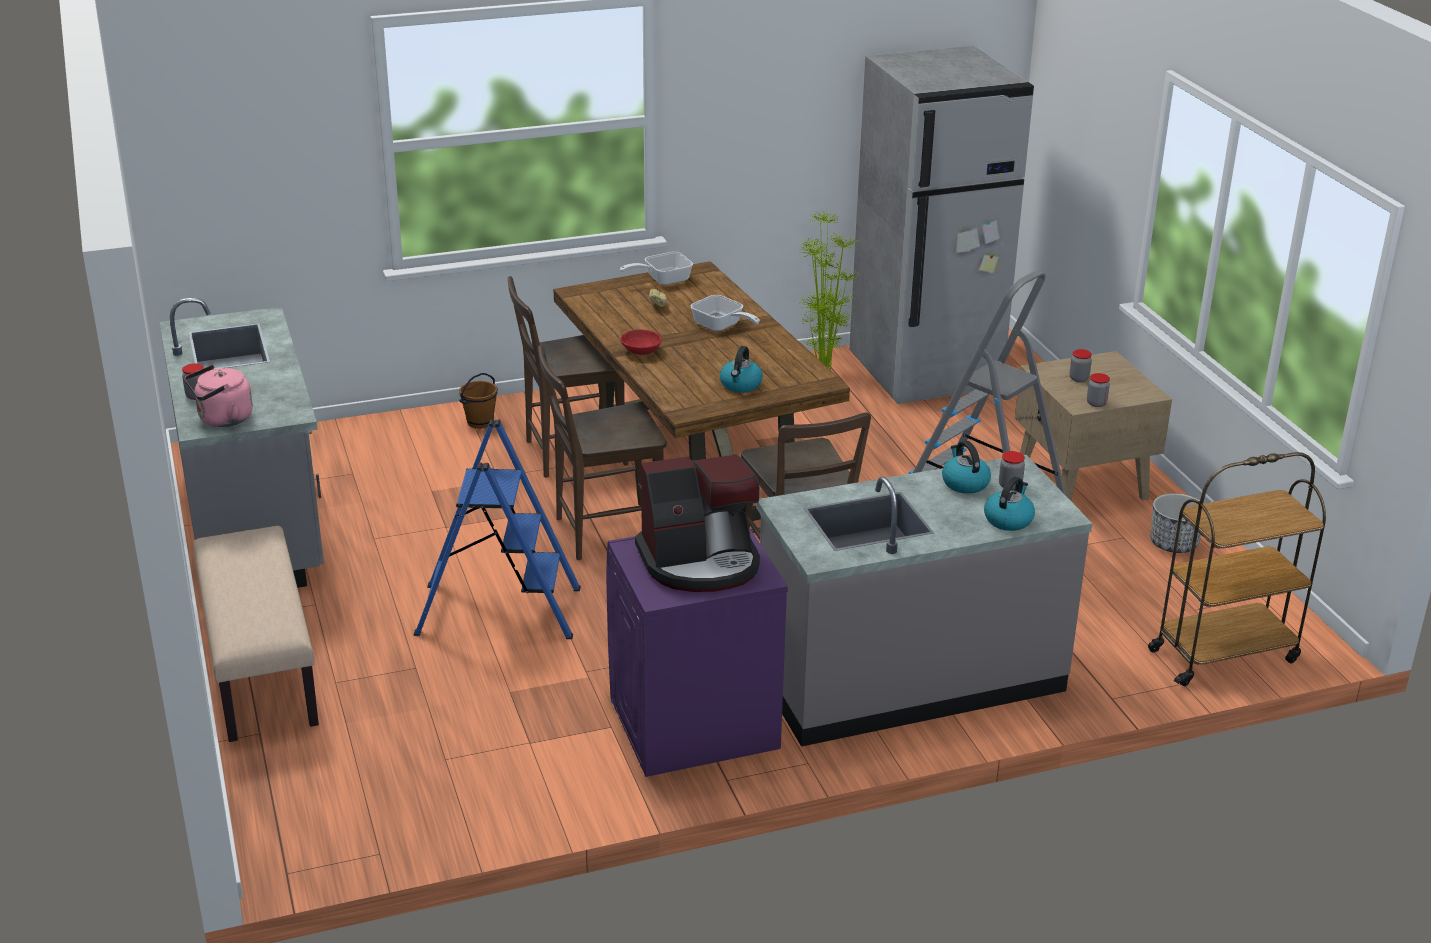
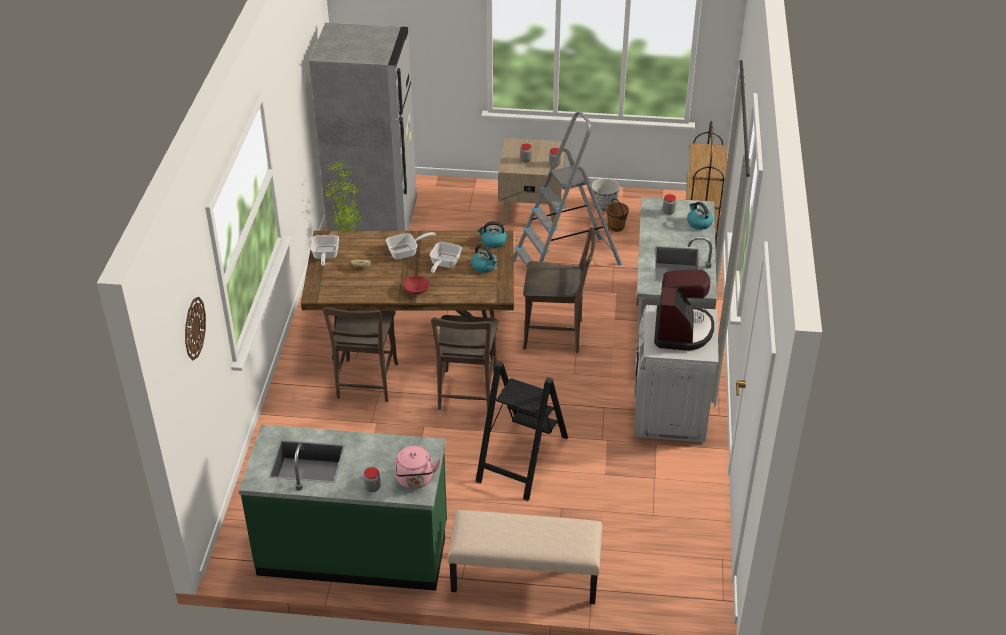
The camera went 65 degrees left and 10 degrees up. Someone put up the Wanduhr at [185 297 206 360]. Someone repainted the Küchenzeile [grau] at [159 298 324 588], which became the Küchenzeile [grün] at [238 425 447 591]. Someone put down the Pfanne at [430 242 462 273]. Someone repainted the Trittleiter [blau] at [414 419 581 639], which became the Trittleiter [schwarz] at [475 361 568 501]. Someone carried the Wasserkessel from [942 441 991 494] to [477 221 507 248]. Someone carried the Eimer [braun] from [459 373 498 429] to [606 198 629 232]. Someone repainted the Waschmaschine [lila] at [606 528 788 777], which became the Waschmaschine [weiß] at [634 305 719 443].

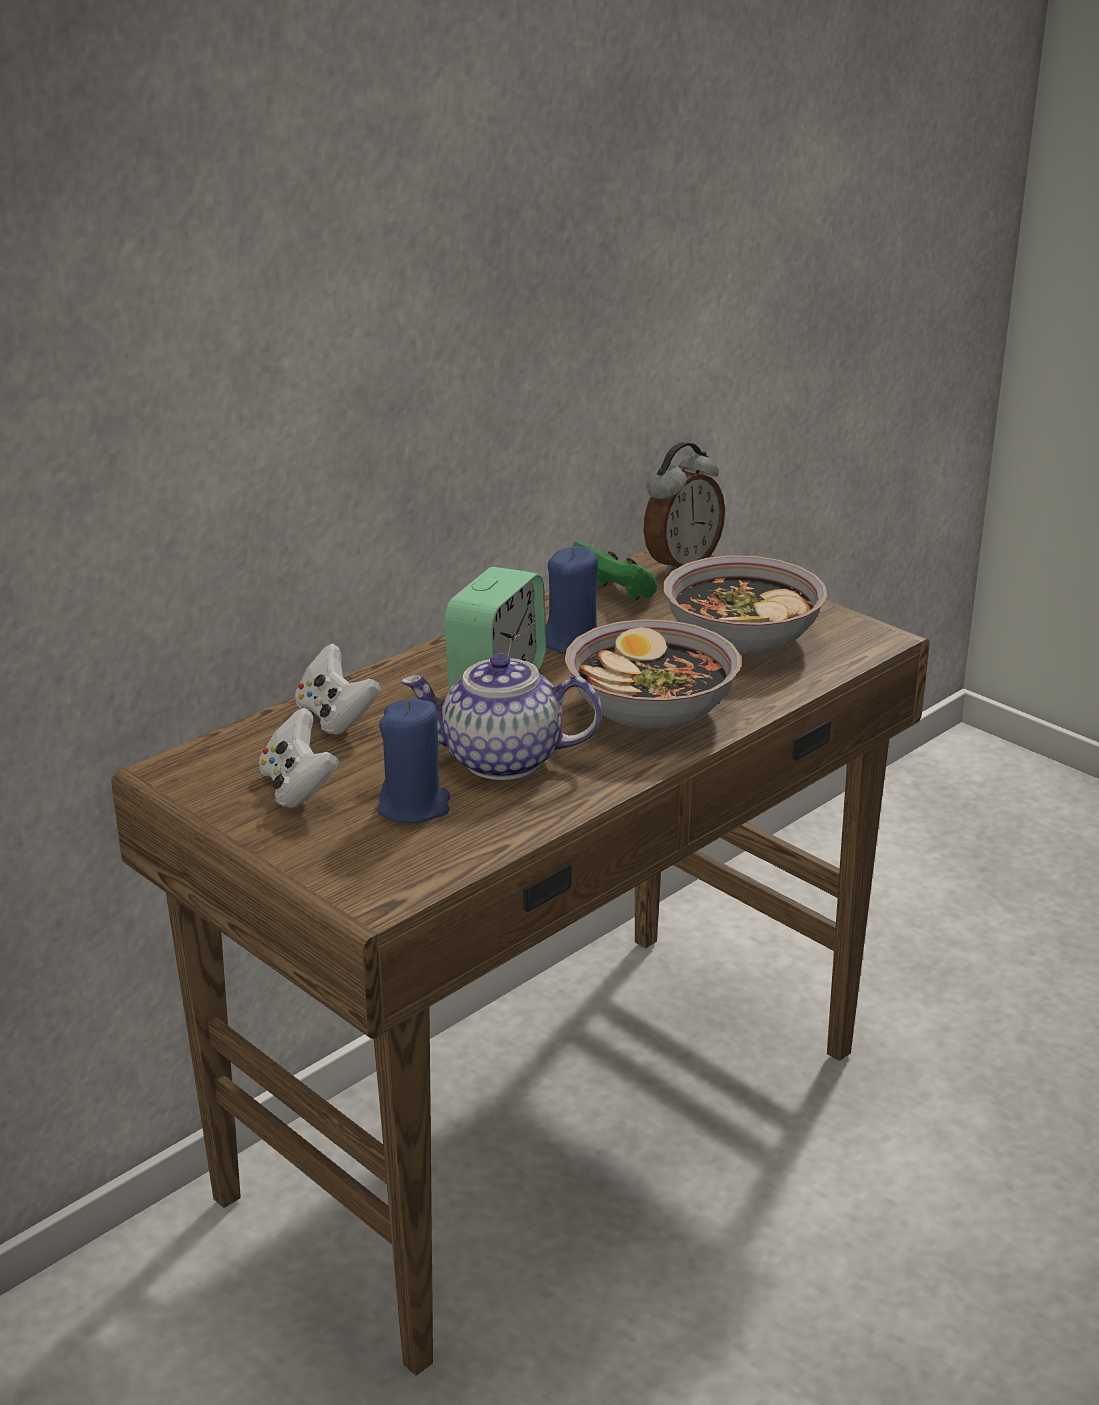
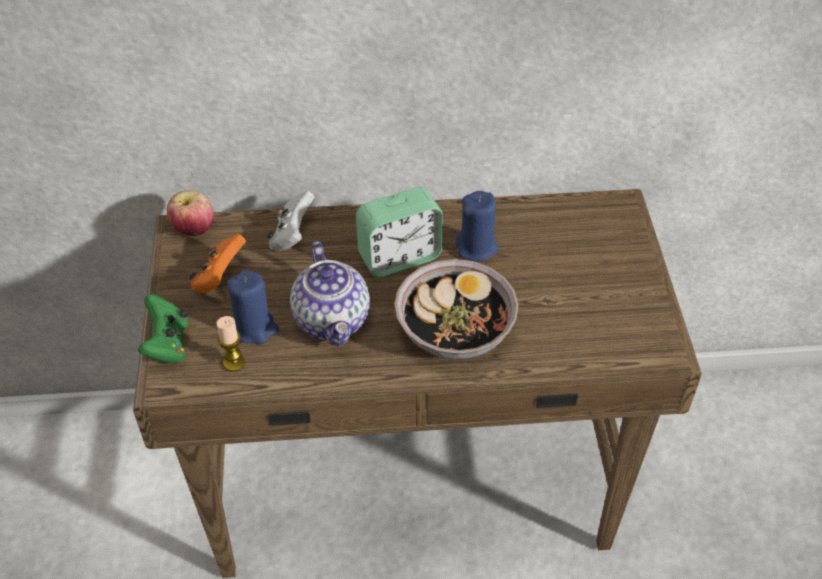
The camera went 40 degrees right and 20 degrees up. Someone carried the Gamepad [grün] from [572 541 658 600] to [138 294 188 363]. Someone put down the Apfel at [167 190 214 236]. Someone repainted the Gamepad [weiß] at [259 708 339 808], which became the Gamepad [orange] at [189 234 246 293]. Someone put down the Kerze at [216 316 245 372]. Someone rotated the Teekanne at [401 653 602 780] by 150 degrees counterclockwise. Someone took away the Wecker at [643 442 725 575]. Someone took away the Schüssel at [664 555 827 654].

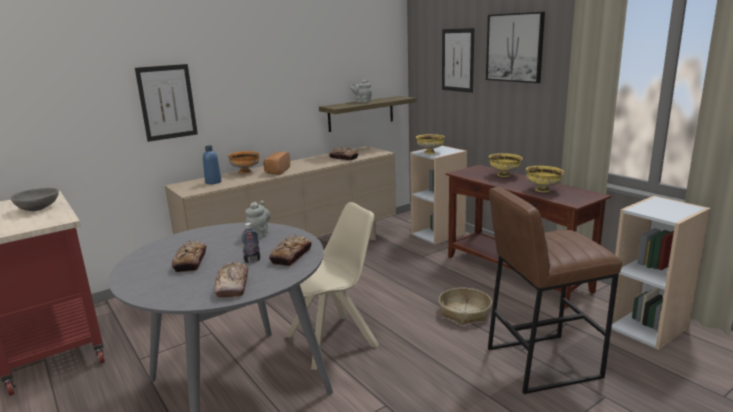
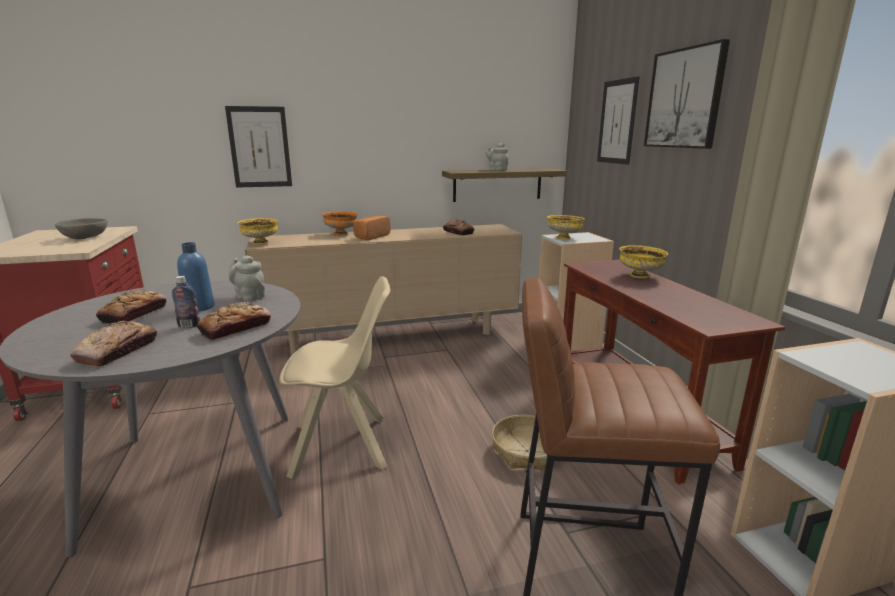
The camera went 20 degrees right and 0 degrees up. Someone carried the Flasche [blau] from [203 146 221 184] to [177 242 214 312]. Someone rotated the Teekanne [grau] at [246 201 271 238] by 75 degrees counterclockwise. Someone carried the Schüssel [gelb] from [526 166 564 192] to [238 218 278 245].

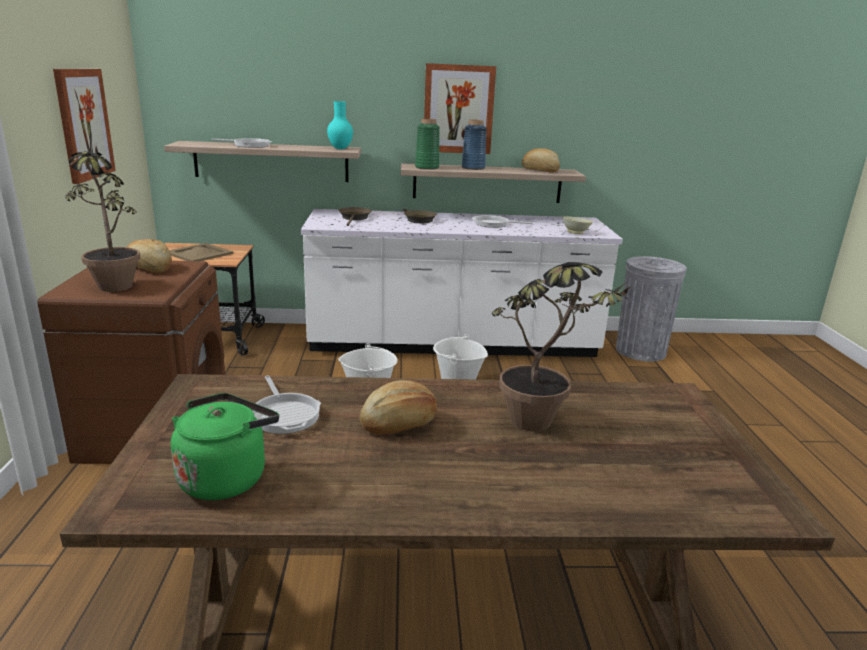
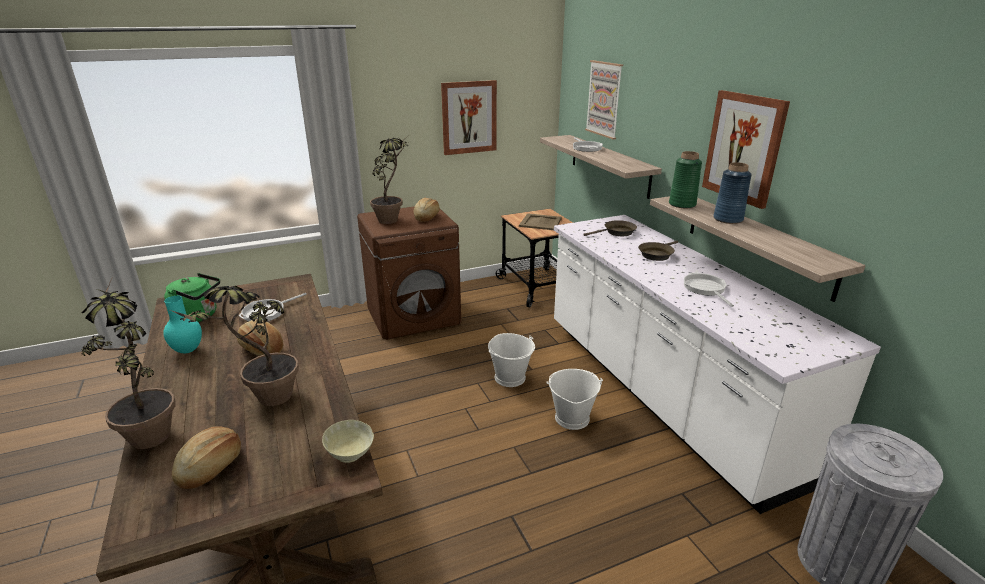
The camera went 70 degrees right and 5 degrees up. Someone put down the Topfpflanze at [82 279 176 449]. Someone carried the Vase [türkis] from [327 101 353 149] to [163 296 202 353]. Someone carried the Brot from [522 148 560 173] to [172 426 241 489]. Someone carried the Schüssel [beige] from [563 216 593 234] to [322 420 374 463]. Someone put up the Bild at [585 60 623 139].

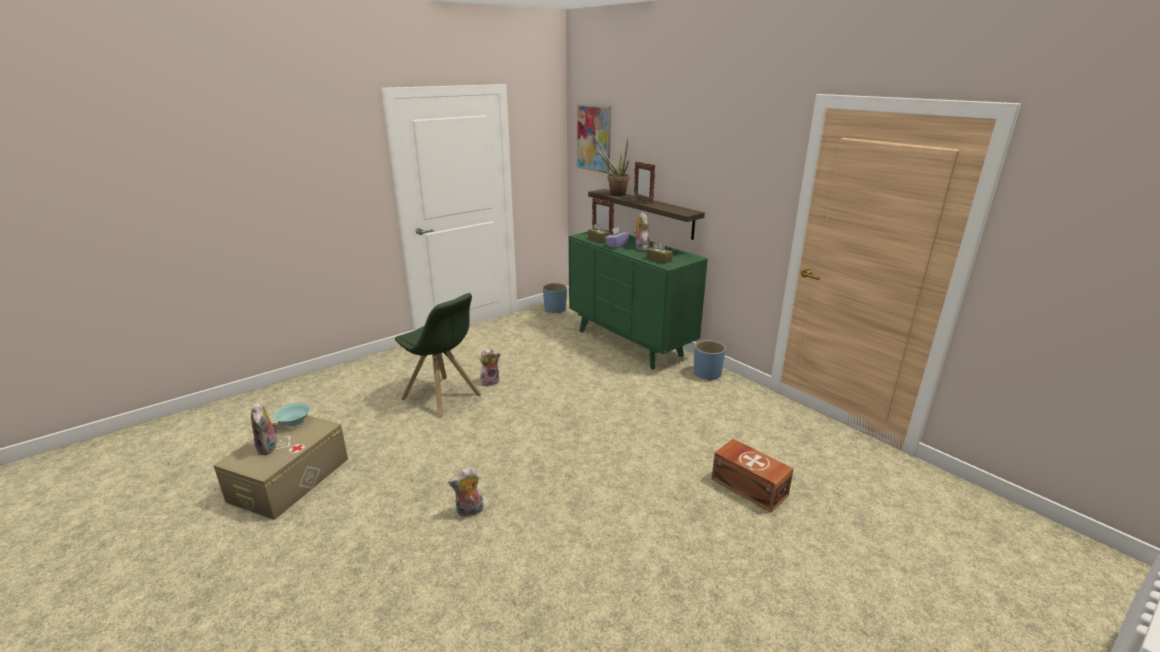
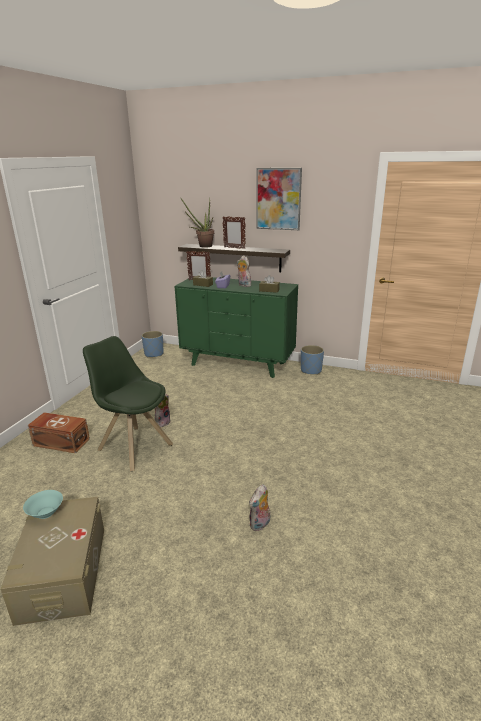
The camera went 30 degrees left and 0 degrees up. Someone carried the Aufbewahrungsbox [braun] from [711 439 794 513] to [28 412 90 453]. Someone rotated the Stuhl [grün] at [395 293 481 418] by 150 degrees counterclockwise. Someone carried the Bild from [577 104 611 174] to [256 168 302 230]. Someone took away the Plüschtier at [251 402 277 455].

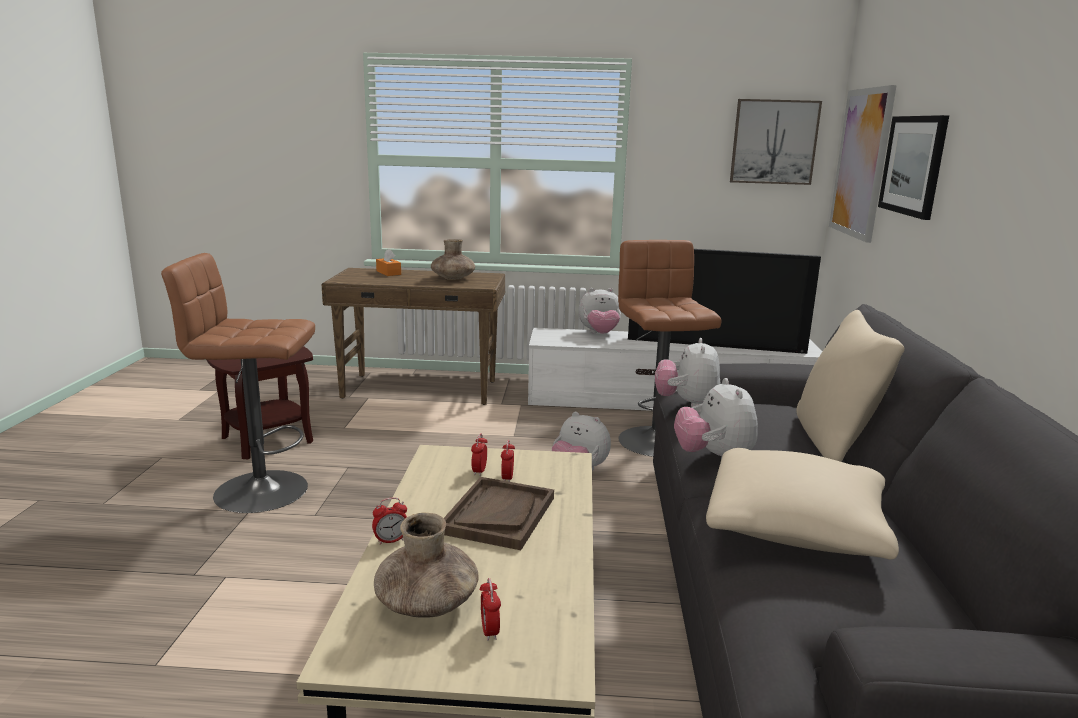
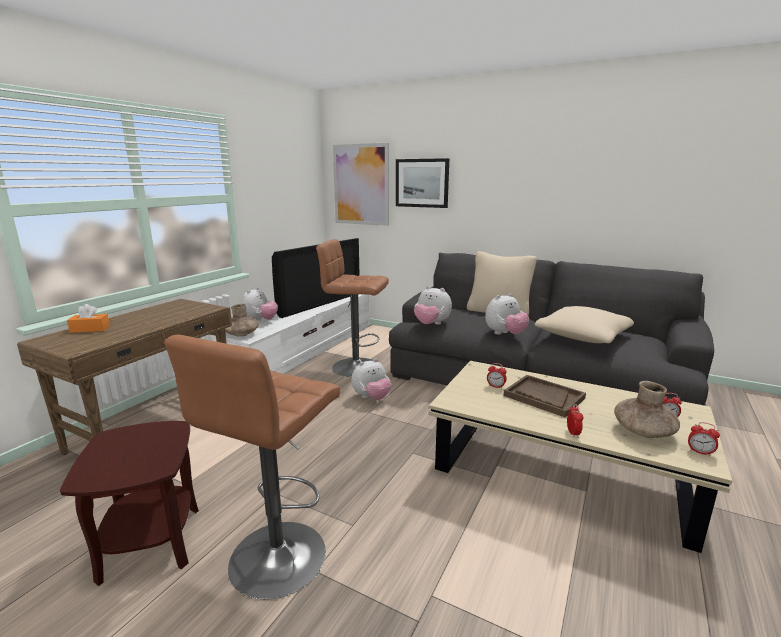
The camera went 65 degrees left and 0 degrees up. Someone carried the Vase [braun] from [431 239 475 280] to [225 304 259 337]. Someone rotated the Plüschtier at [674 378 758 459] by 45 degrees counterclockwise. Someone carried the Wecker from [471 434 488 476] to [688 422 720 456]. Someone took away the Bild at [730 99 822 185].

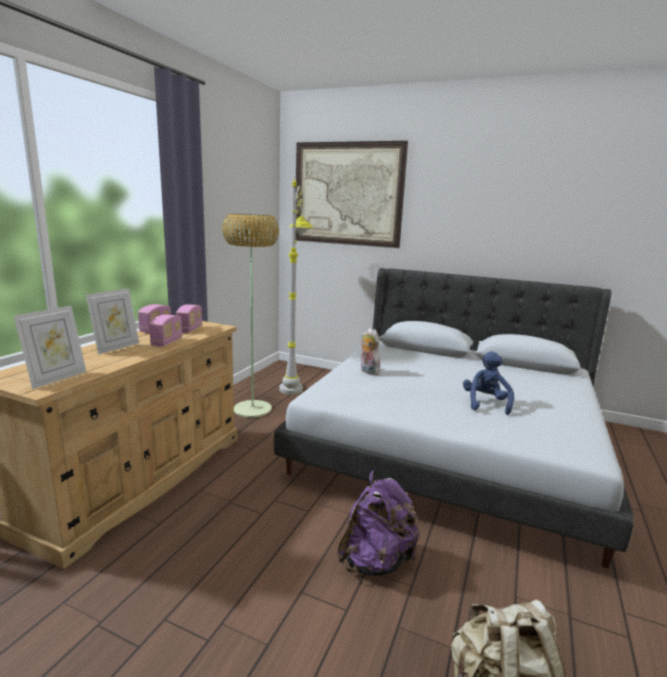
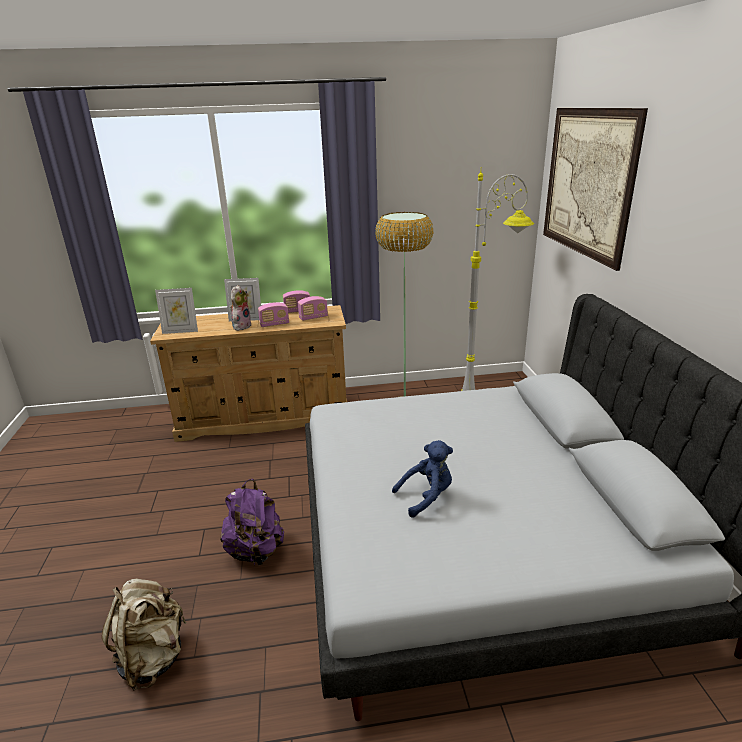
The camera went 60 degrees right and 10 degrees up. Someone carried the Plüschtier from [361 328 380 375] to [230 285 252 331].

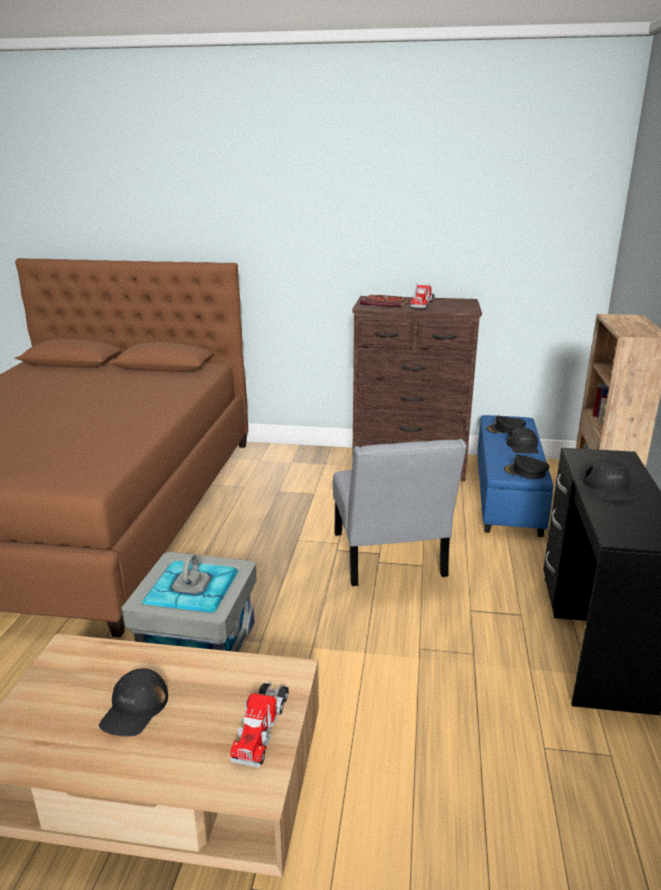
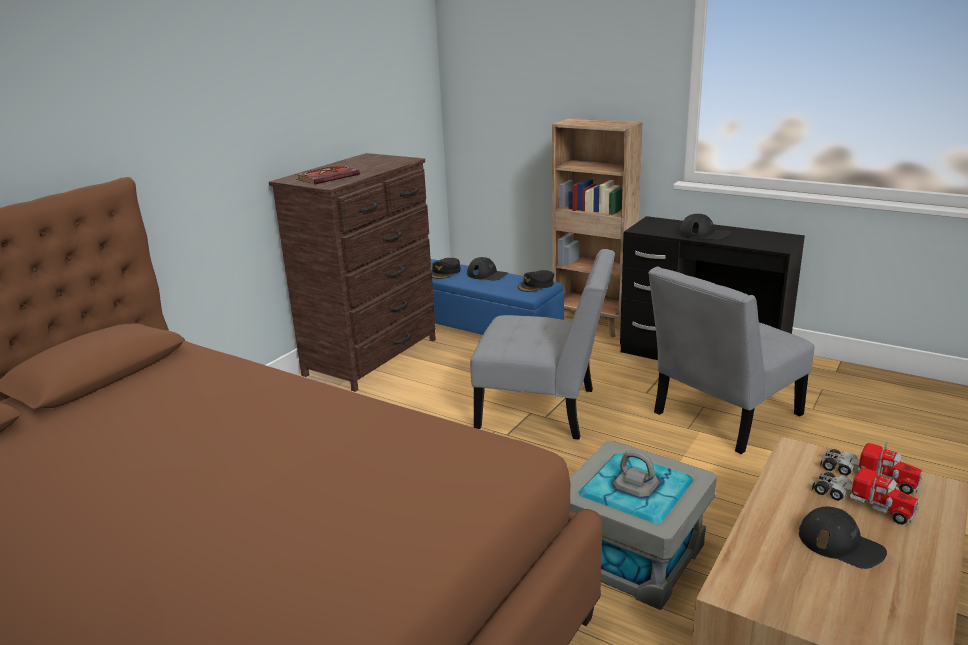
The camera went 65 degrees left and 0 degrees up. Someone put down the Stuhl [grau] at [648 266 815 454]. Someone carried the Spielzeuglaster from [410 283 435 309] to [812 467 919 525].

